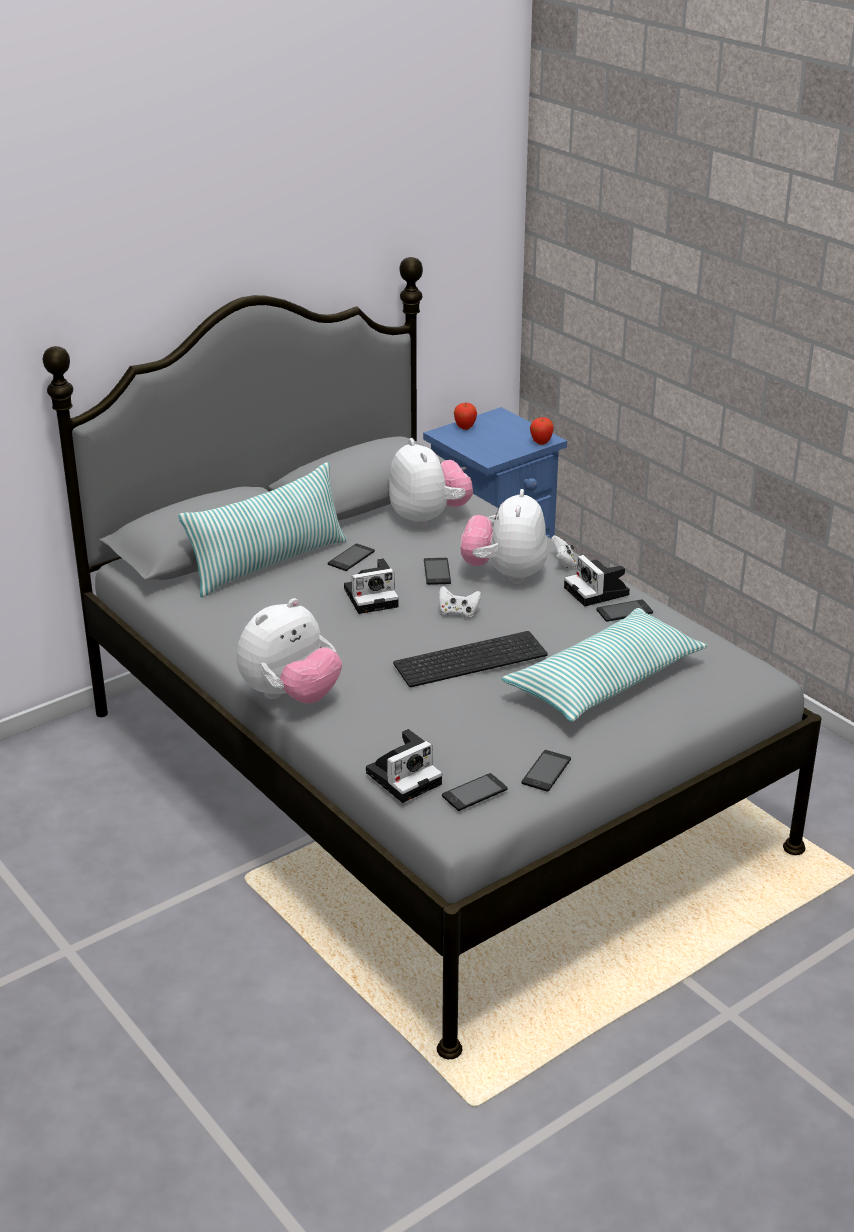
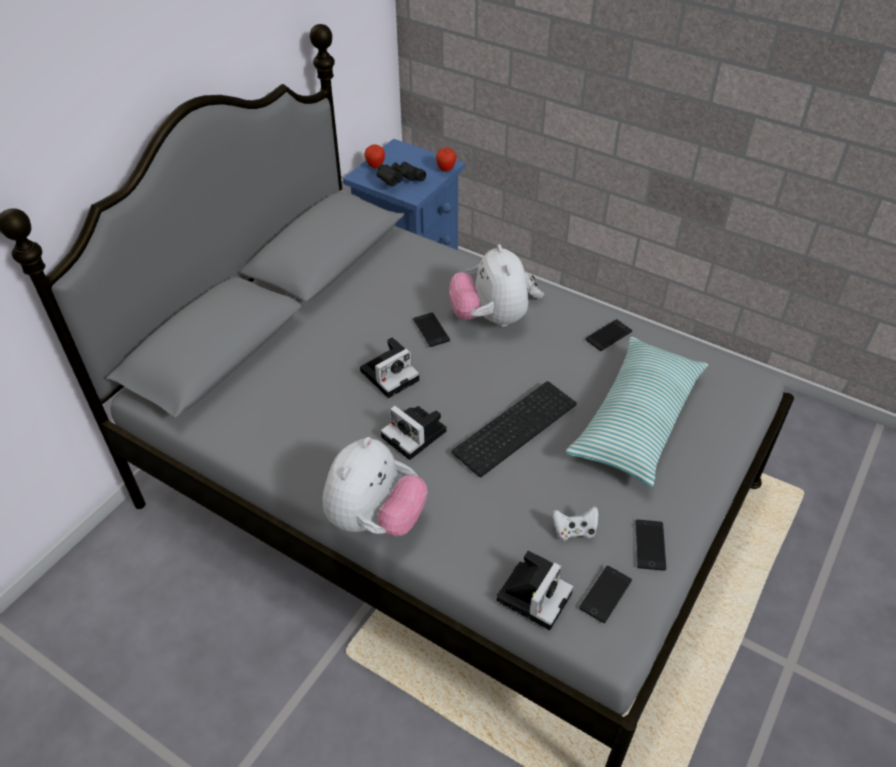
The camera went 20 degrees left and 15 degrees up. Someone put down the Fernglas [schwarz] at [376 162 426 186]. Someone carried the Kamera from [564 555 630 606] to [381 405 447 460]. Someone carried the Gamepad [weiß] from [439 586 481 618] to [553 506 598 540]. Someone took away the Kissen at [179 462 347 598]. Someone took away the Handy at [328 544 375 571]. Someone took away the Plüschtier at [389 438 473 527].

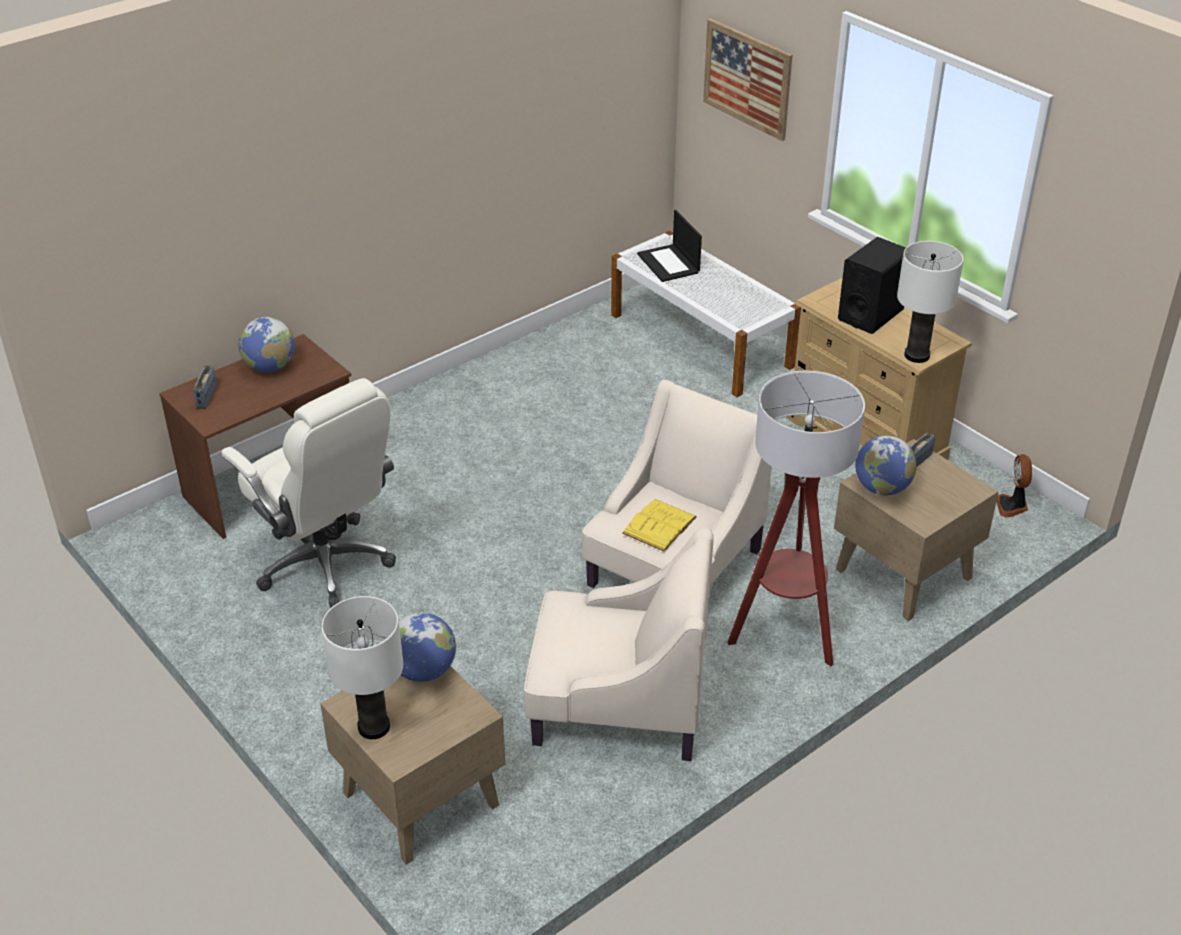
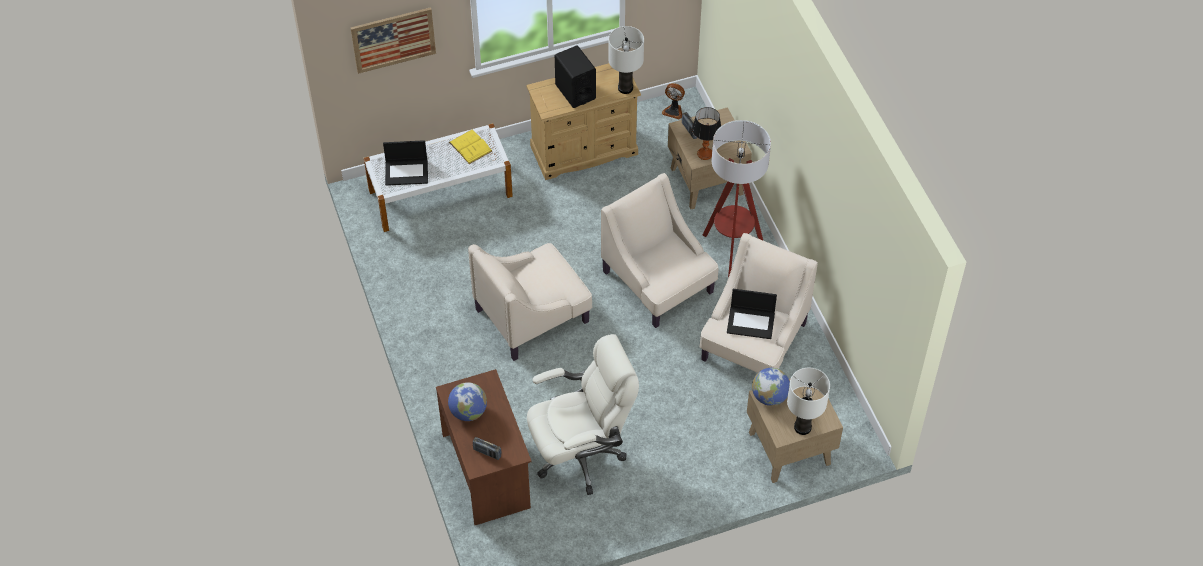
The camera went 70 degrees left and 15 degrees up. Someone carried the Buch [gelb] from [622 499 696 552] to [449 130 492 164]. Someone put down the Sessel [beige] at [468 243 592 361]. Someone swapped the Globus at [855 436 916 495] for the Tischlampe at [692 107 721 160]. Someone put down the Laptop at [727 289 777 339].

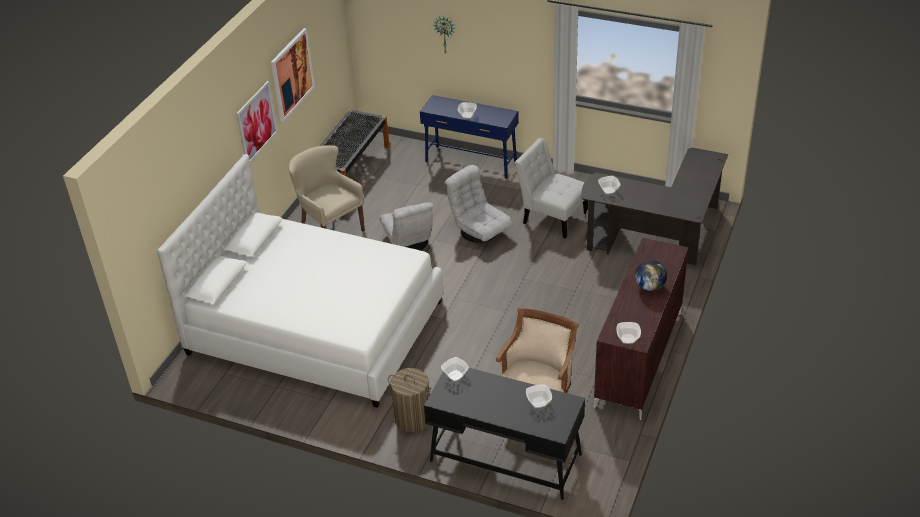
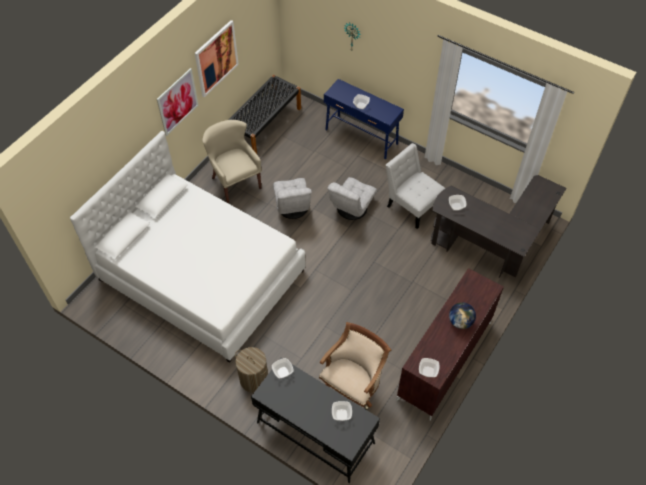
The camera went 10 degrees right and 15 degrees up. Someone rotated the Sessel [grau] at [445 165 513 243] by 120 degrees counterclockwise.

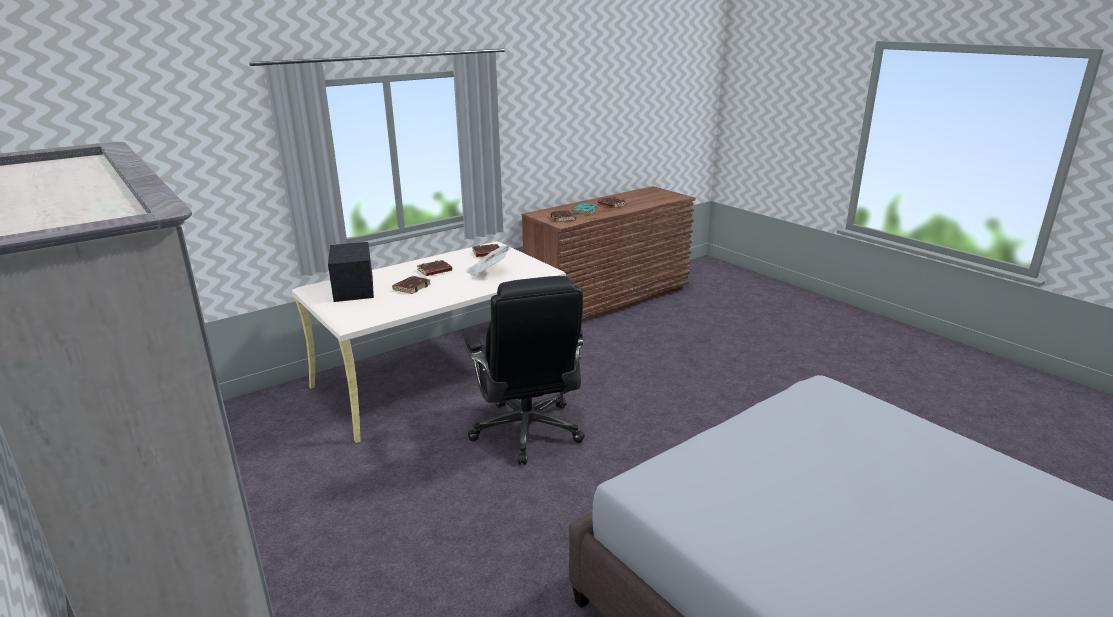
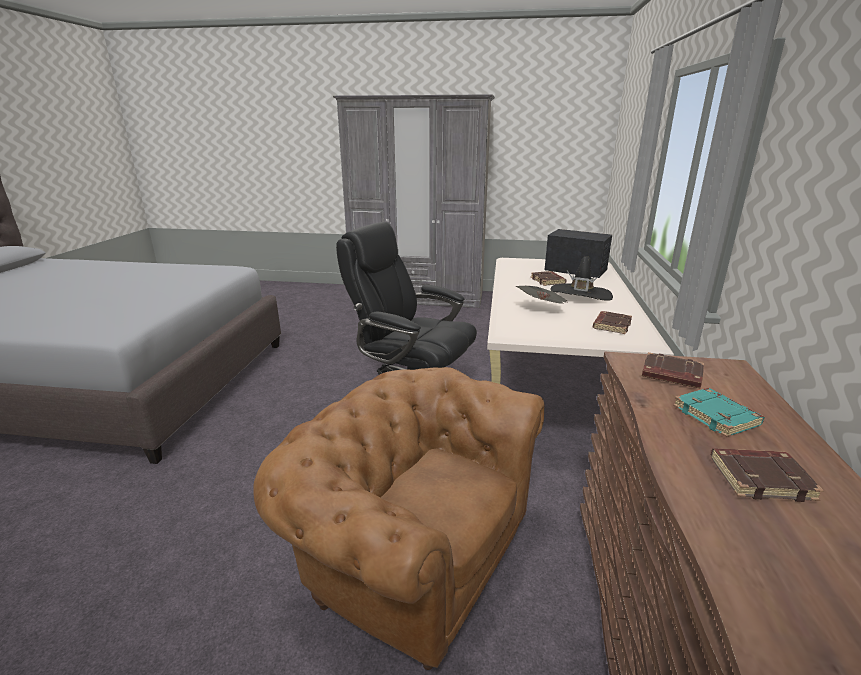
The camera went 135 degrees right and 0 degrees up. Someone put down the Sessel [braun] at [253 367 545 670]. Someone swapped the Buch [braun] at [417 260 452 276] for the Hut [schwarz] at [550 256 613 301].

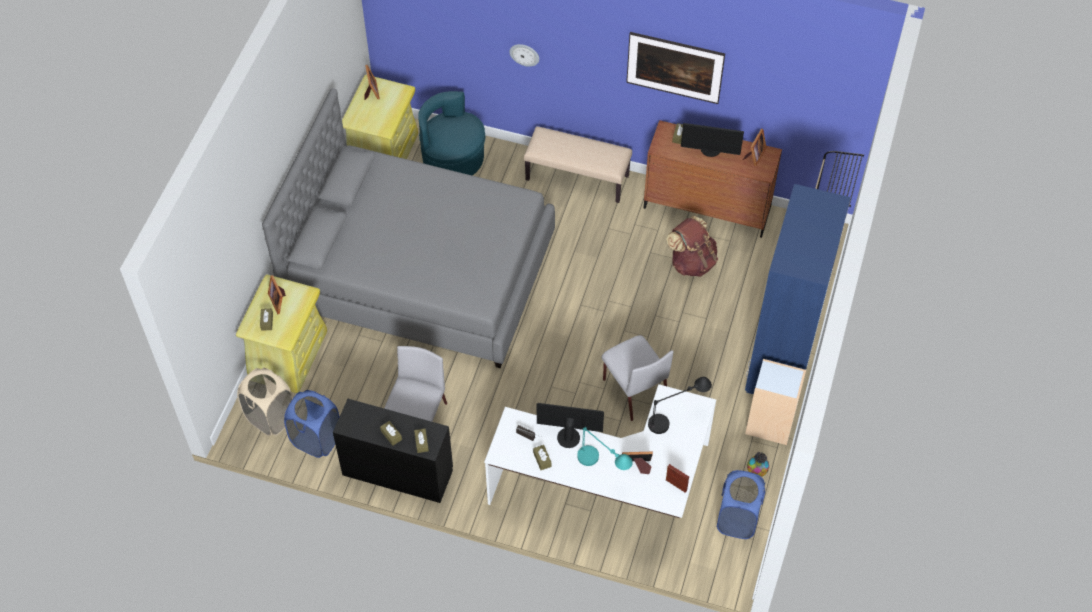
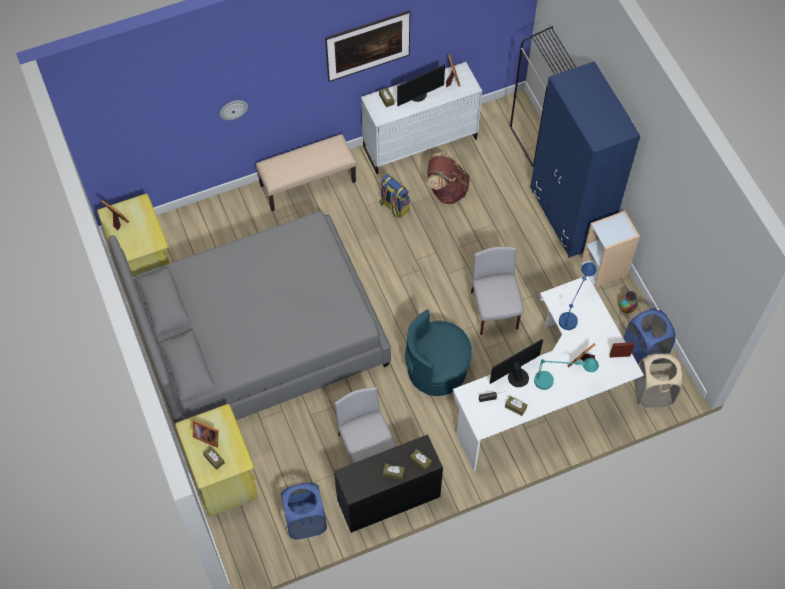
The camera went 40 degrees left and 5 degrees up. Someone repainted the Kommode [braun] at [643 120 782 238], which became the Kommode [weiß] at [361 62 482 174]. Someone put down the Rucksack at [380 174 410 218]. Someone carried the Sessel [türkis] from [418 91 485 175] to [405 309 472 396]. Someone rotated the Stuhl [grau] at [601 335 674 421] by 120 degrees counterclockwise. Someone repainted the Tischlampe [schwarz] at [648 377 712 434], which became the Tischlampe [blau] at [559 263 597 330]. Someone carried the Wäschekorb [beige] from [237 368 293 436] to [634 353 683 408].

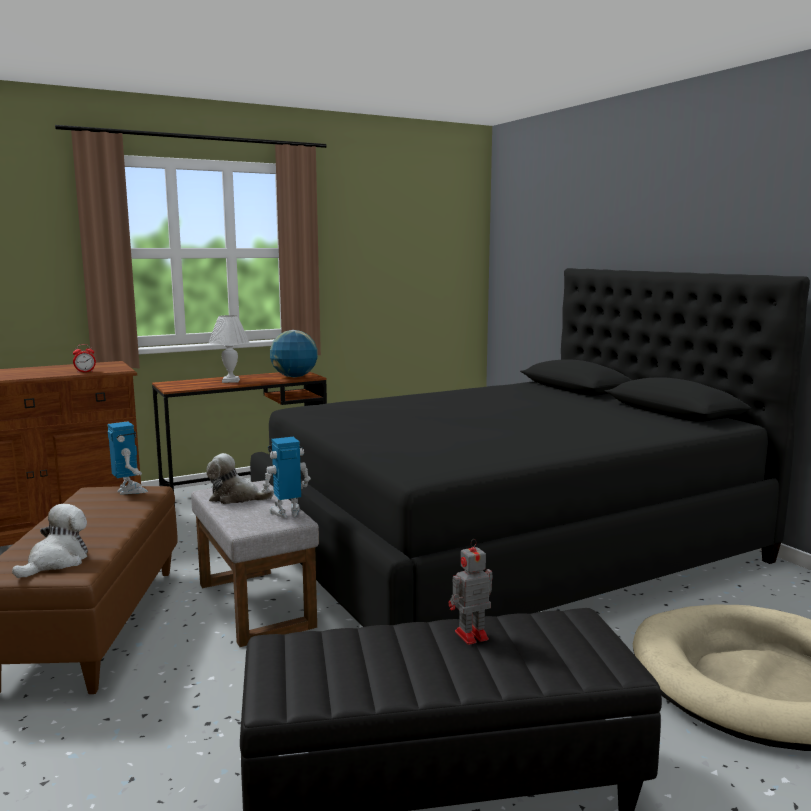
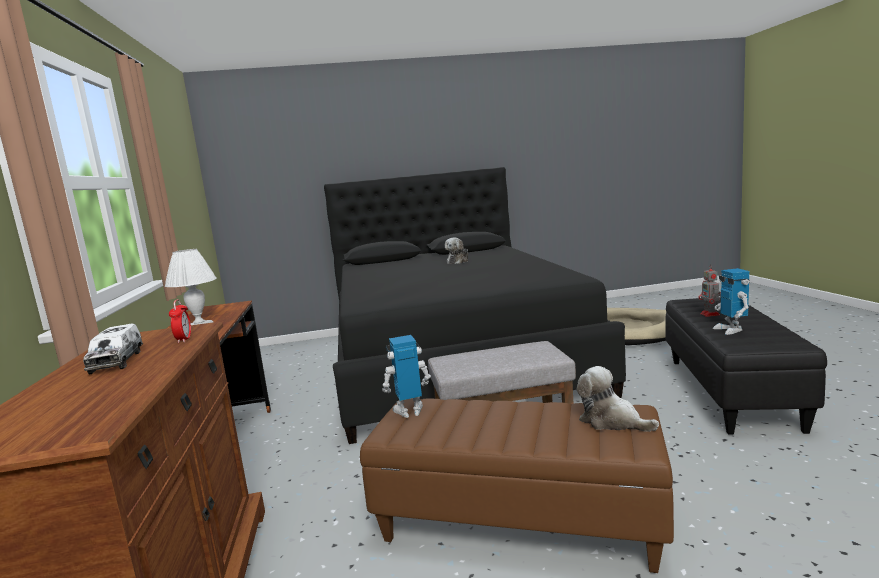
The camera went 70 degrees left and 0 degrees up. Someone put down the Spielzeuglaster at [83 324 143 374]. Someone carried the Plüschtier from [206 453 274 504] to [445 238 468 264]. Someone carried the Spielzeugroboter from [261 437 311 518] to [713 268 750 335]. Someone took away the Globus at [270 330 318 378].

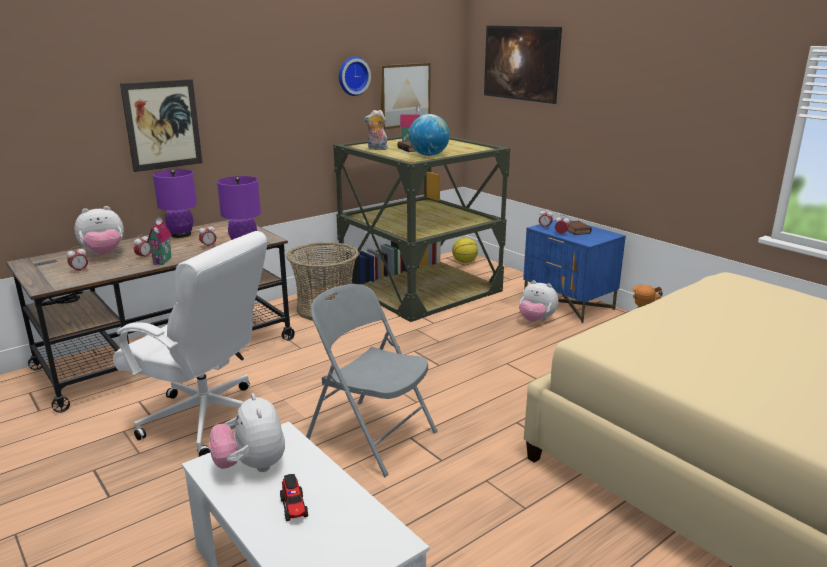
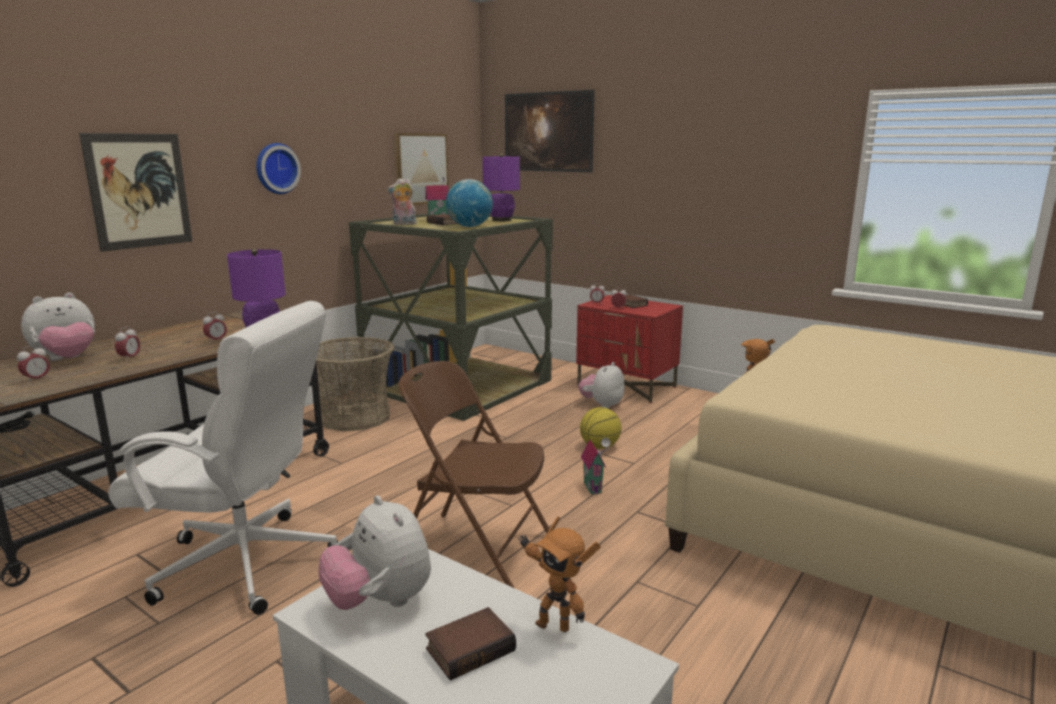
The camera went 15 degrees left and 5 degrees down. Someone carried the Wanduhr from [339 56 371 96] to [256 143 301 194]. Someone repainted the Stuhl [grau] at [306 284 438 477], which became the Stuhl [braun] at [398 361 550 588]. Someone swapped the Spielzeuglaster at [280 474 308 521] for the Buch at [425 607 516 680]. Someone carried the Tischlampe [lila] from [153 169 197 238] to [483 153 520 221]. Someone put down the Spielzeugroboter at [518 516 601 632]. Someone repainted the Nachttisch [blau] at [523 218 626 323], which became the Nachttisch [rot] at [576 295 683 403]. Someone rotated the Plüschtier at [519 280 558 322] by 105 degrees clockwise. Someone carried the Basketball from [452 238 478 263] to [580 407 622 449]. Someone carried the Spielzeughaus from [147 217 172 265] to [581 438 611 495].

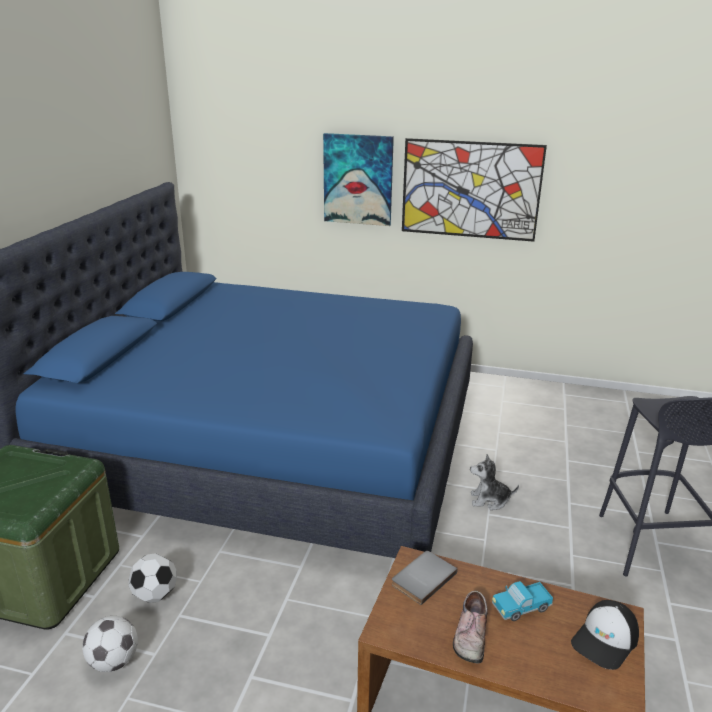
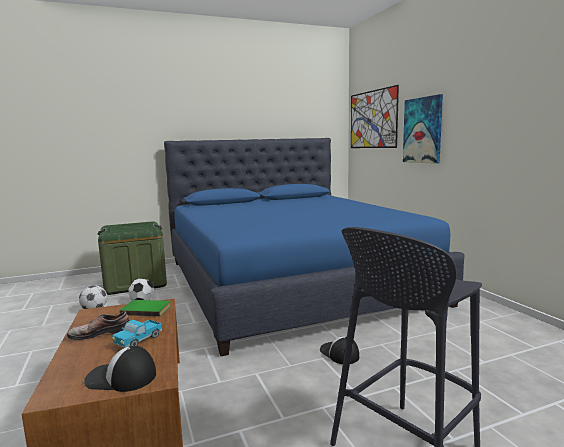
The camera went 55 degrees right and 15 degrees down. Someone rotated the Spielzeuglaster at [492 581 553 621] by 90 degrees counterclockwise. Someone repainted the Buch [grau] at [392 551 457 605], which became the Buch [grün] at [119 300 171 316]. Someone swapped the Plüschtier at [470 454 519 510] for the Kappe at [320 336 359 364]. Someone carried the Bild from [402 138 547 242] to [351 85 399 148].

